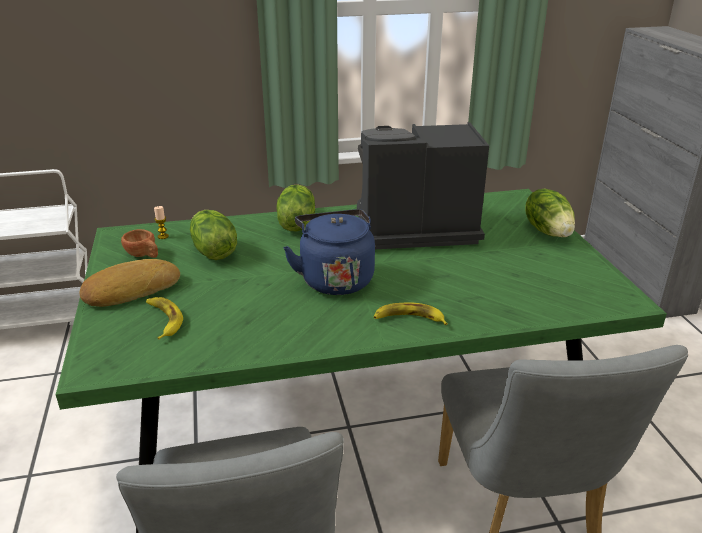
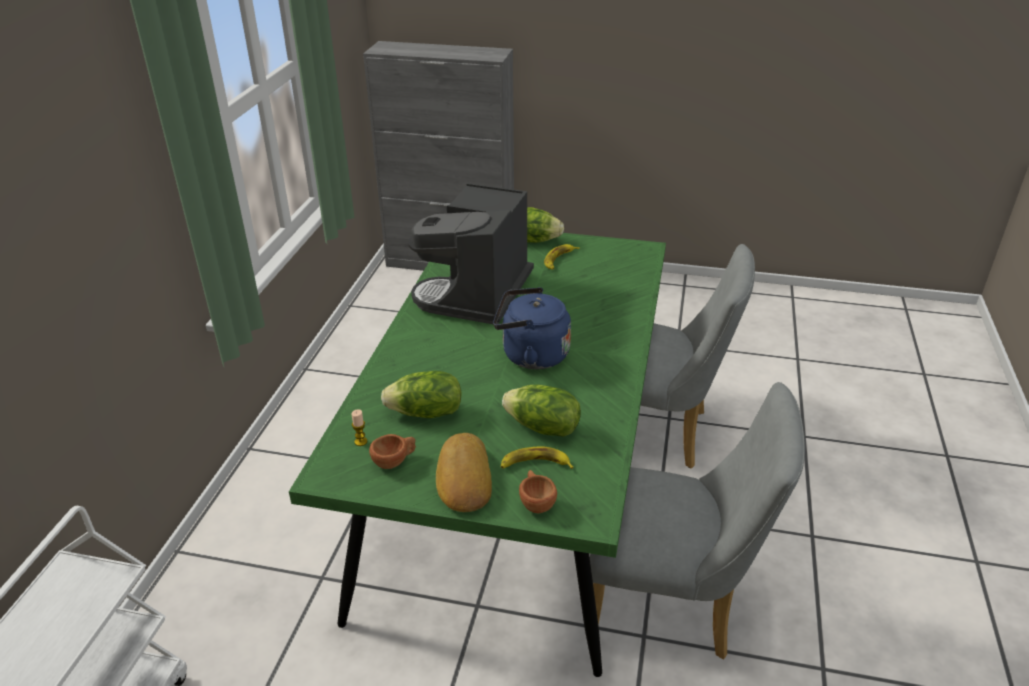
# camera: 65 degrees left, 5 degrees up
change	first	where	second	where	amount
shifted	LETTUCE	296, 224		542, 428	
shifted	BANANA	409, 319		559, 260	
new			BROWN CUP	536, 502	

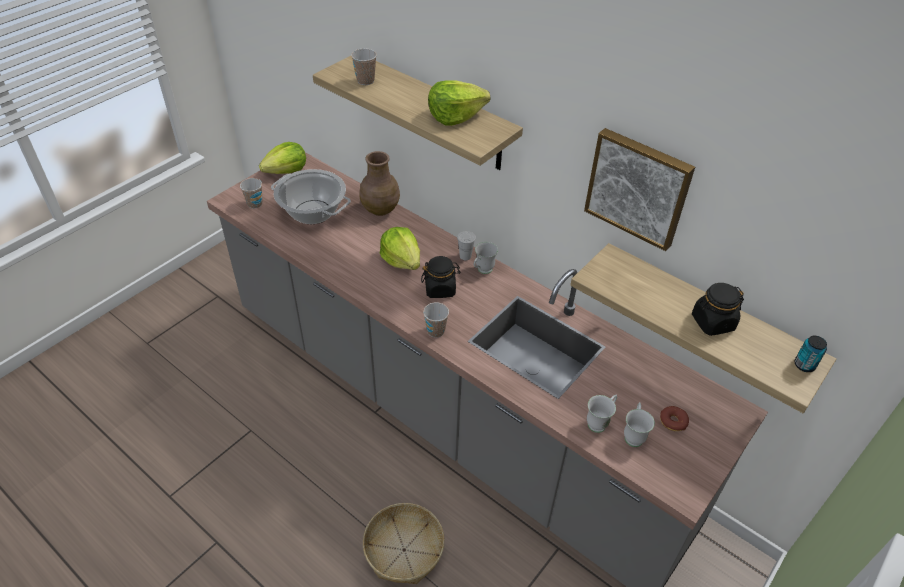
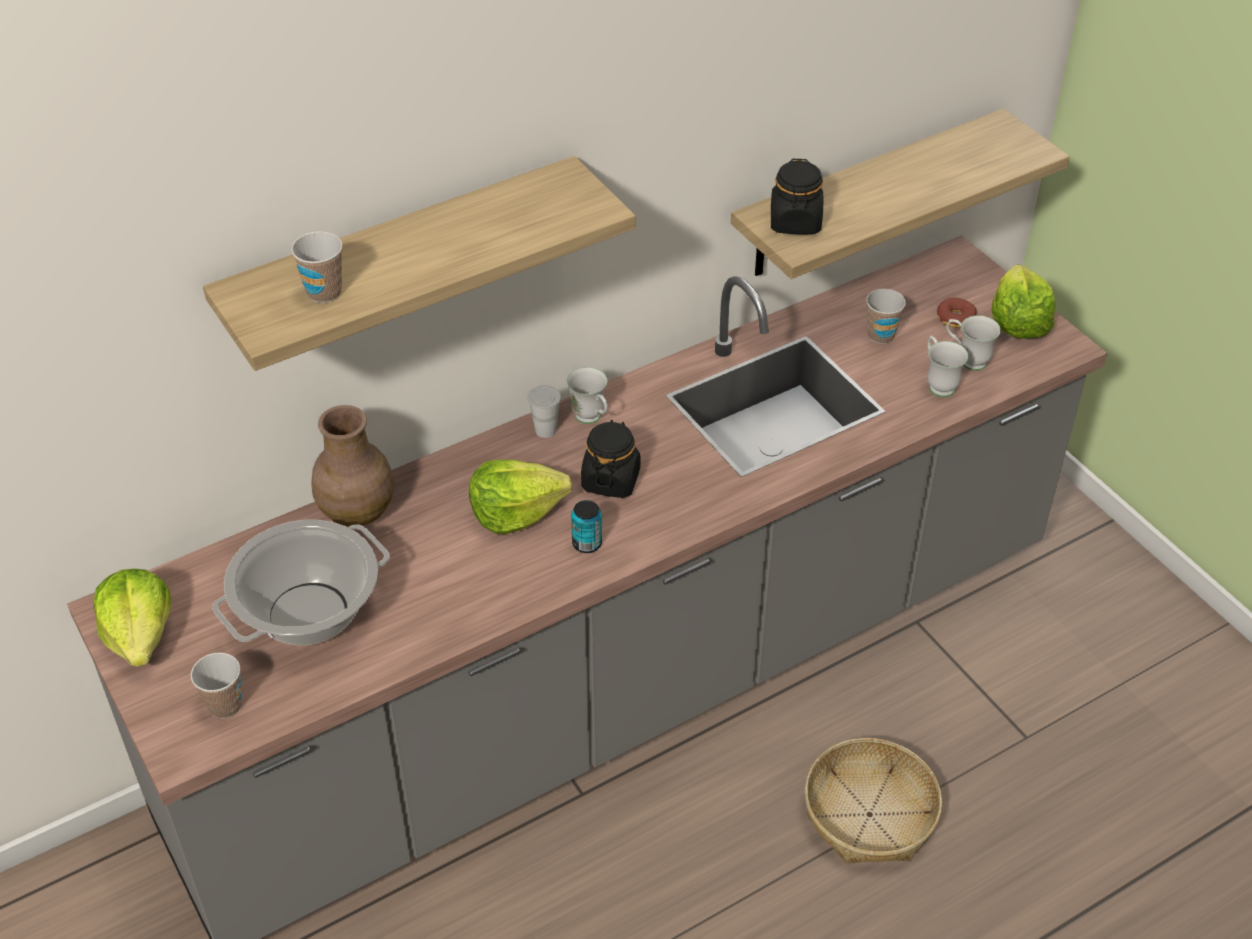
# camera: 70 degrees left, 0 degrees up
change	first	where	second	where	amount
shifted	LETTUCE	455, 116		1017, 321	
gone	PICTURE	638, 187			
shifted	BLACK JAR	712, 322		795, 222	
shifted	CUP	436, 331		880, 335	
shifted	CAN	804, 365		587, 544	

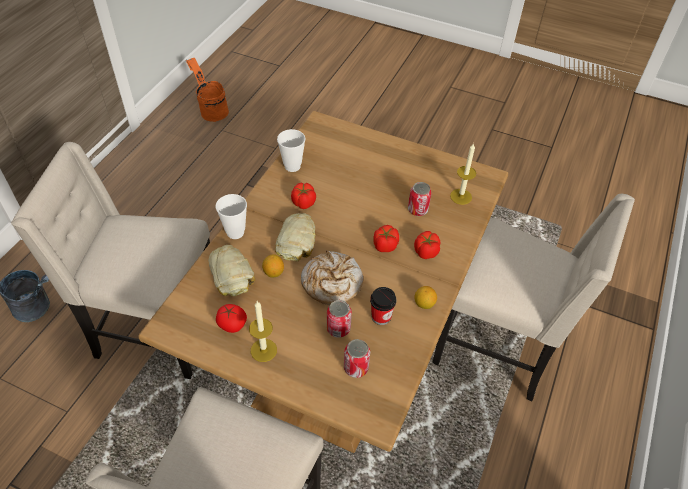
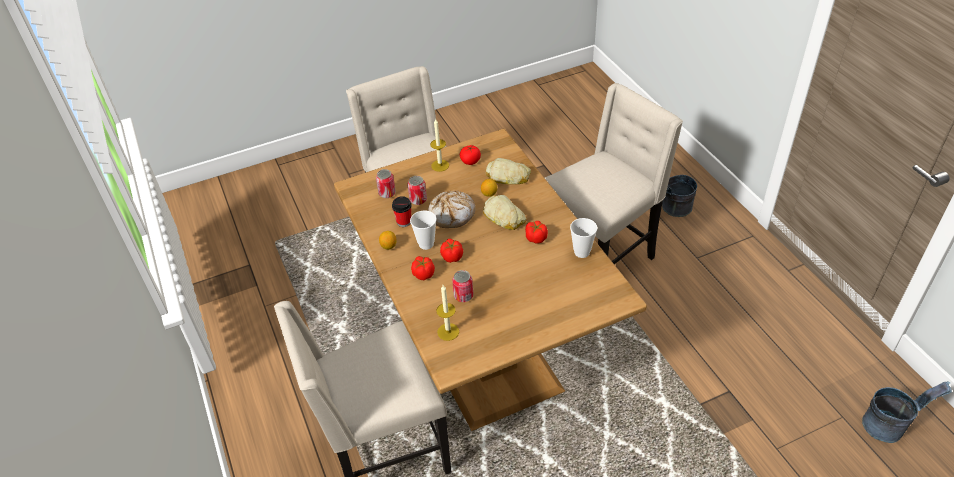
# camera: 135 degrees right, 5 degrees down
change	first	where	second	where	amount
repainted	ORANGE BUCKET	211, 110	GREY BUCKET	890, 425	
shifted	CUP	235, 232		426, 244	

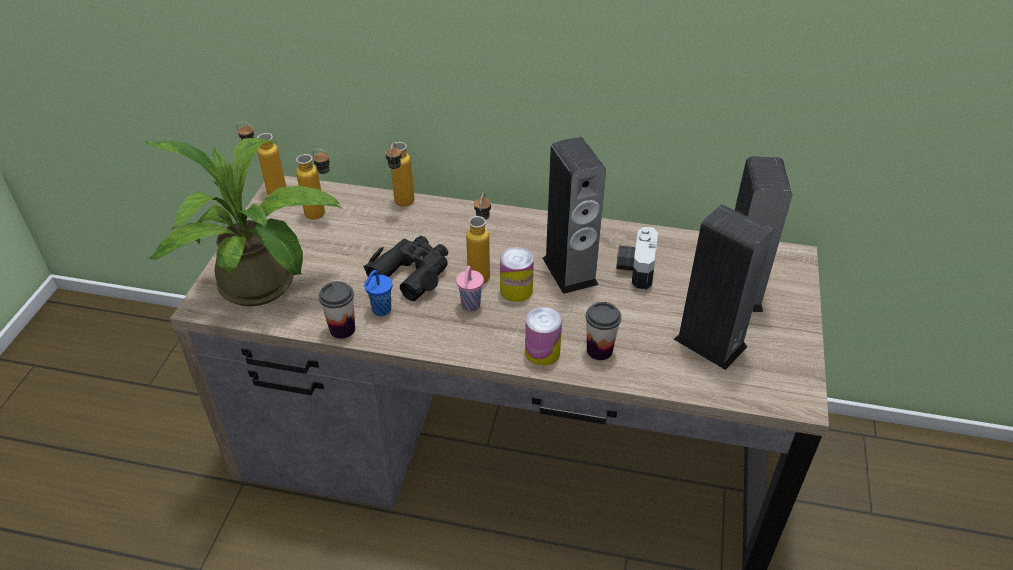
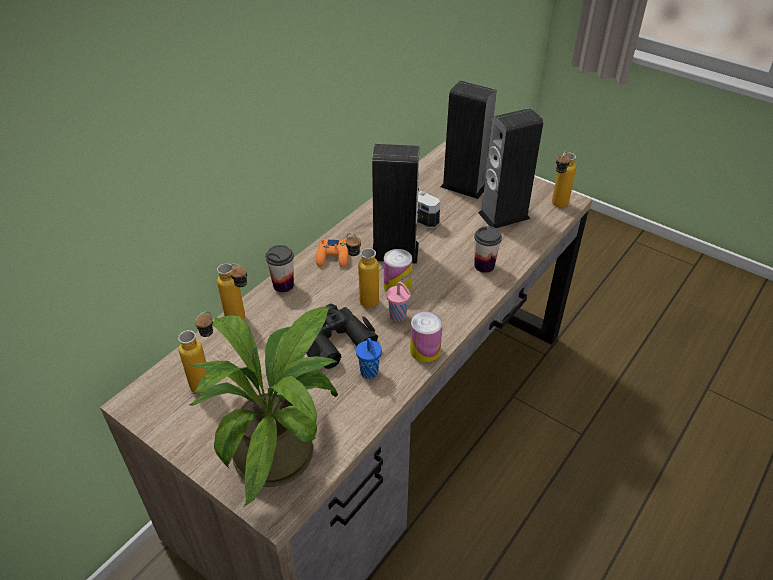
# camera: 65 degrees left, 0 degrees up
change	first	where	second	where	amount
shifted	BOTTLE	269, 191		556, 206	
shifted	CUP	342, 329		283, 285	
shifted	CAN	542, 352		425, 350	
new			ORANGE GAME CONTROLLER	333, 257	

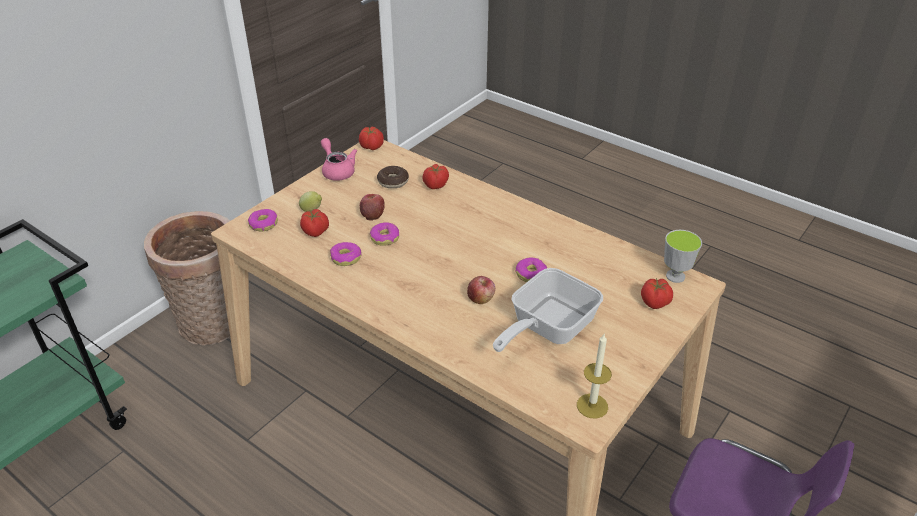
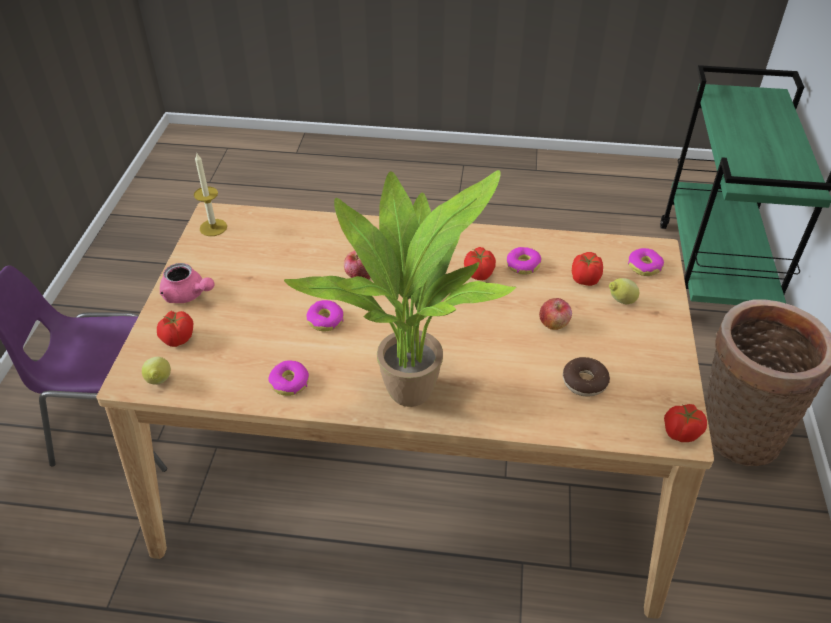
# camera: 150 degrees right, 5 degrees up
change	first	where	second	where	amount
shifted	PINK TEAPOT	337, 170		188, 295	
shifted	TOMATO	435, 185		479, 274	
shifted	DONUT	385, 238		289, 383	
swapped	CUP	675, 276	LEMON	159, 382	
gone	FRYING PAN	546, 328			
new			POTTED PLANT	408, 386	

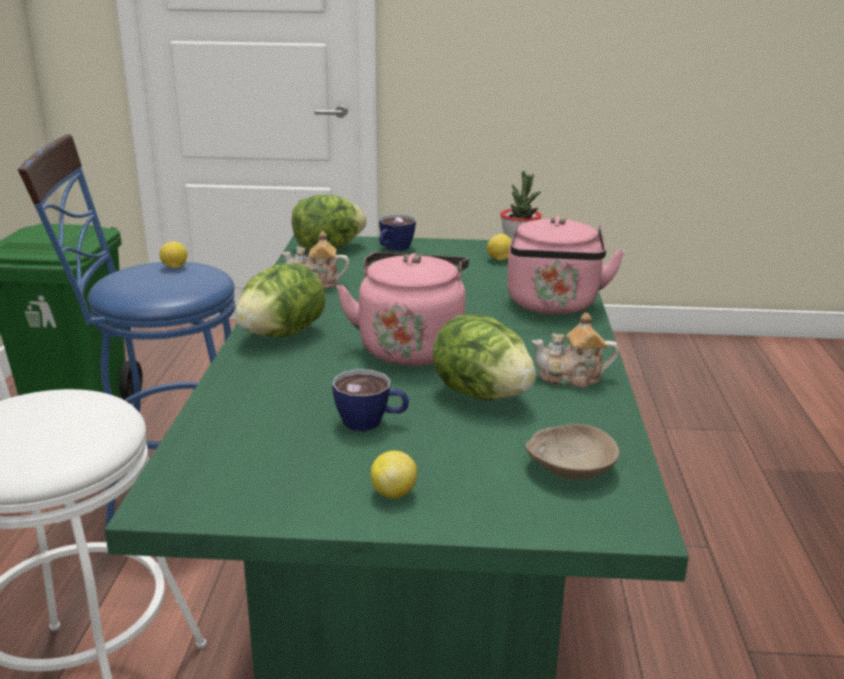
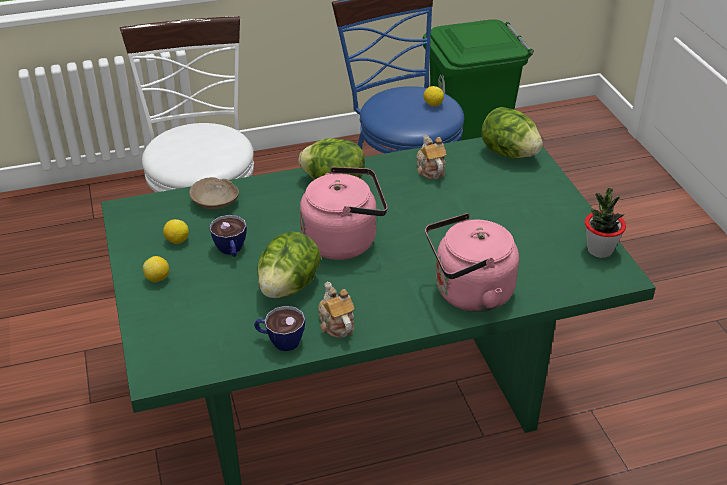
# camera: 70 degrees right, 15 degrees up
change	first	where	second	where	amount
shifted	CUP	394, 248		280, 341	
shifted	LEMON	500, 259		177, 241	
shifted	BEIGE BOWL	570, 467		215, 201	

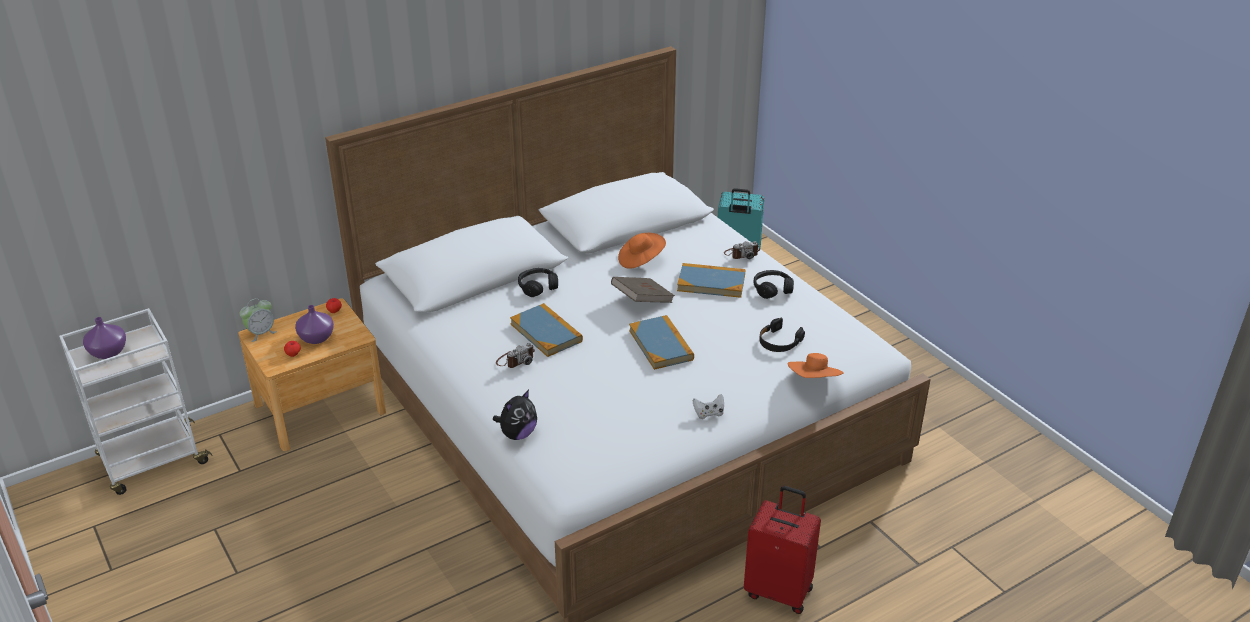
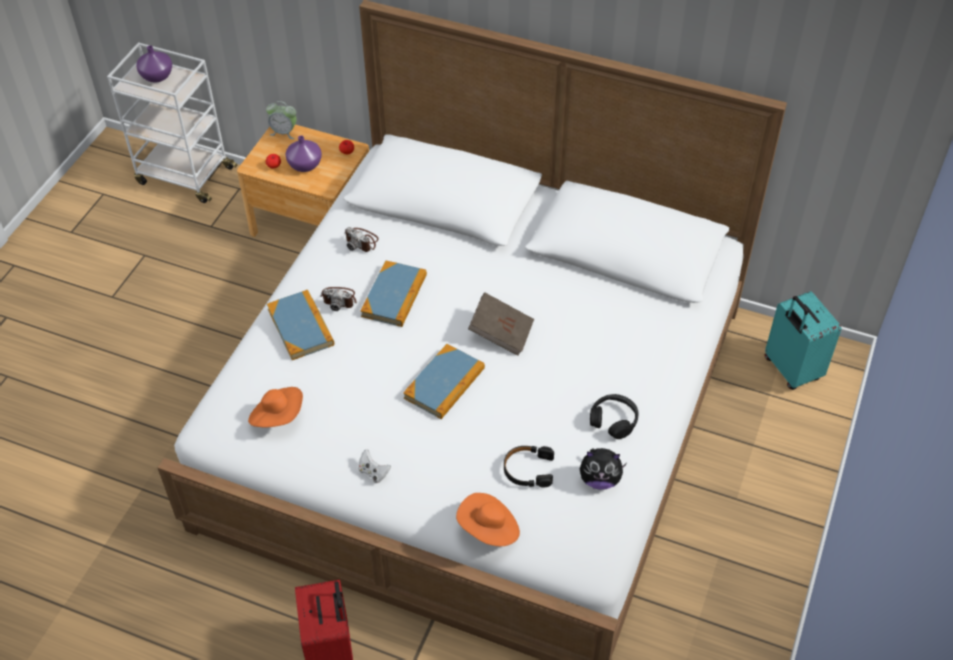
# camera: 55 degrees right, 15 degrees up
change	first	where	second	where	amount
shifted	ORANGE HAT	640, 260		278, 416	
shifted	PHOTO CAMERA	741, 254		362, 241	
shifted	BOOK	711, 283		301, 327	
gone	BLACK HEADPHONES	537, 287			
shifted	PLUSH TOY	517, 434		599, 479	

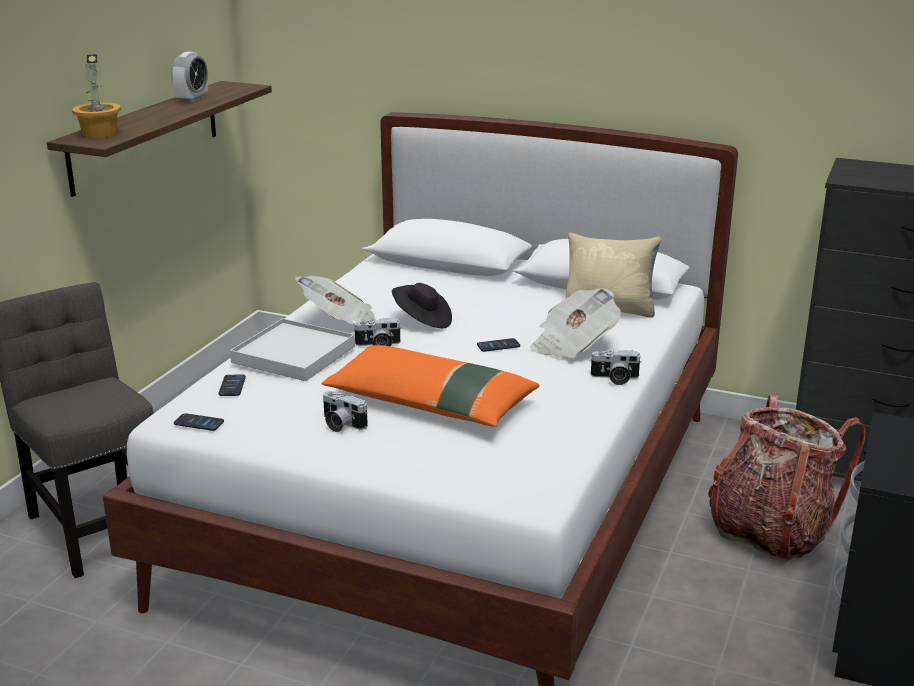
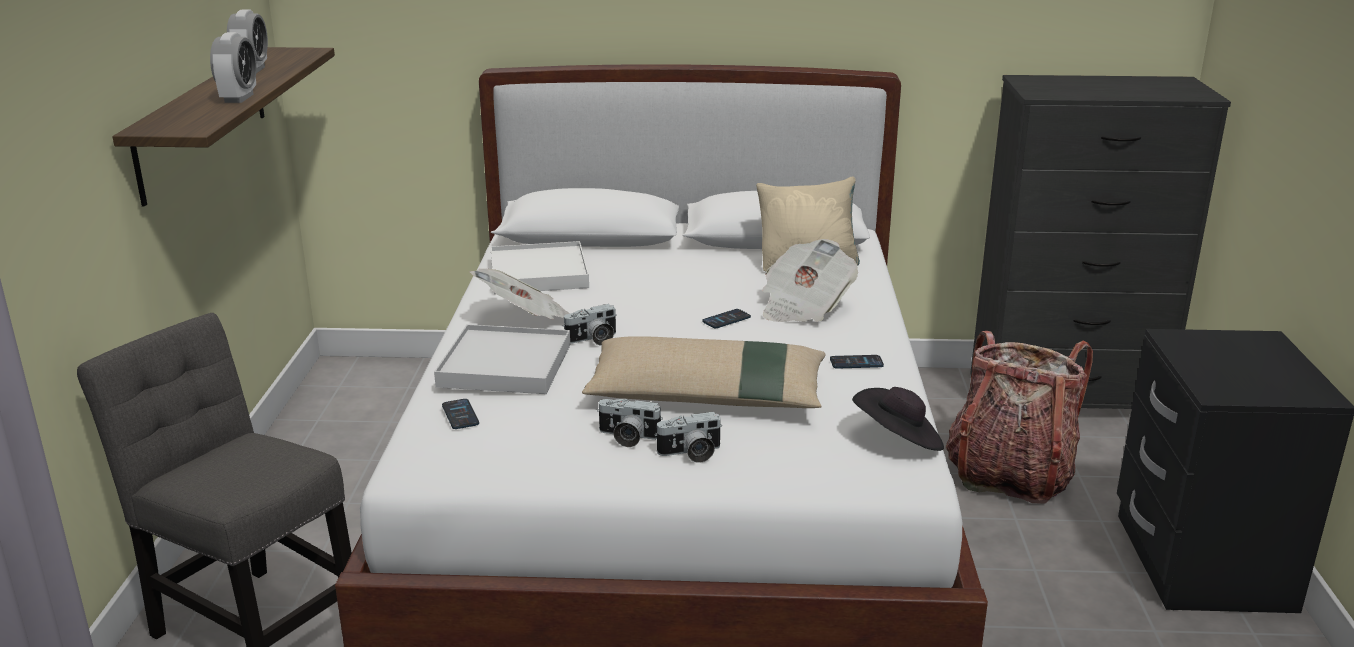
# camera: 20 degrees left, 0 degrees up
change	first	where	second	where	amount
gone	POTTED PLANT	99, 133			
shifted	BLACK HAT	422, 321		898, 441	
repainted	ORANGE PILLOW	430, 403	BEIGE PILLOW	707, 395	
shifted	PHOTO CAMERA	614, 378		691, 453	
shifted	PHONE	199, 423		856, 363	
new			ALARM CLOCK	239, 98	
new			WHITE TRAY	538, 273	

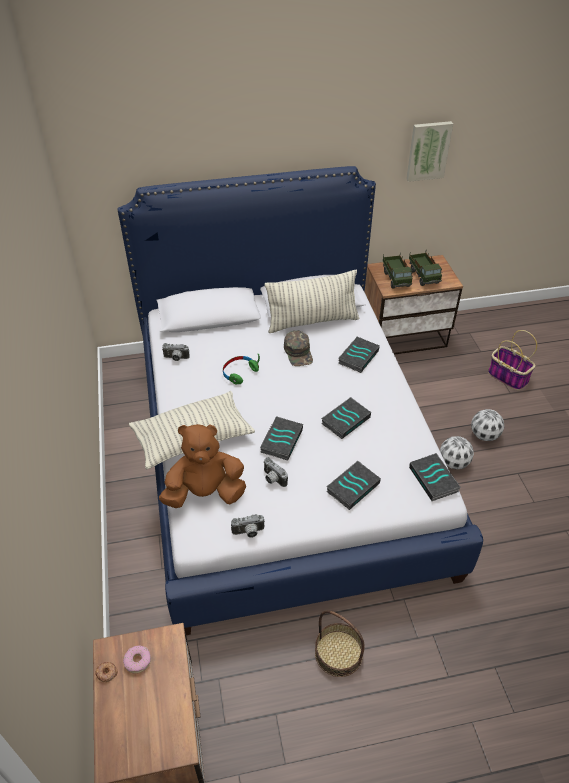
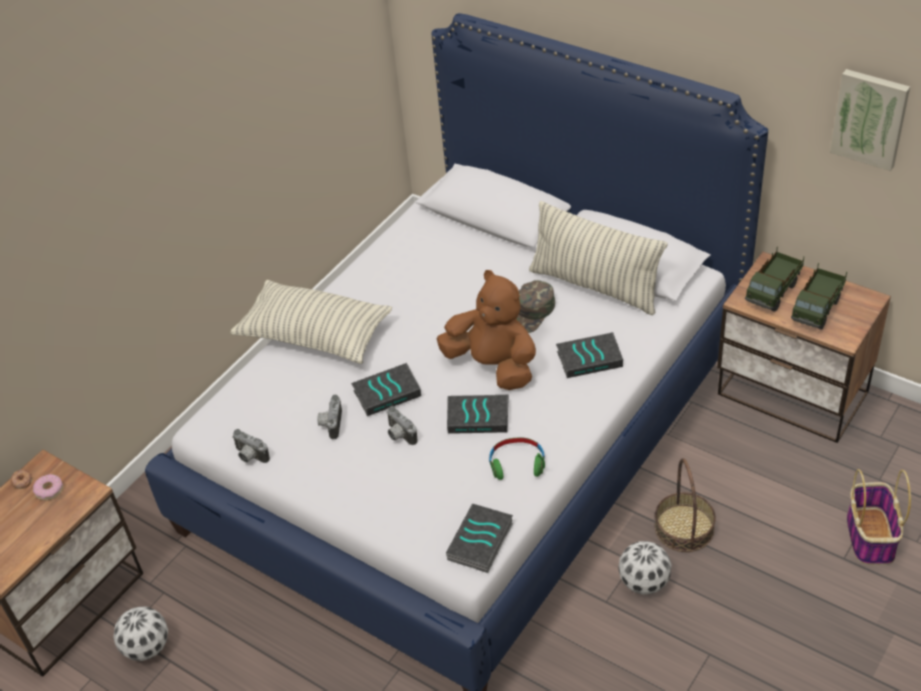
# camera: 50 degrees right, 0 degrees up
change	first	where	second	where	amount
shifted	PHOTO CAMERA	176, 358		399, 435	
shifted	GREEN HEADPHONES	239, 372		517, 463	
shifted	FOOTBALL	484, 435		148, 647	
shifted	BROWN PLUSH TOY	205, 493		493, 365	
gone	BOOK	352, 486			
shifted	BASKET	338, 653		684, 528	

